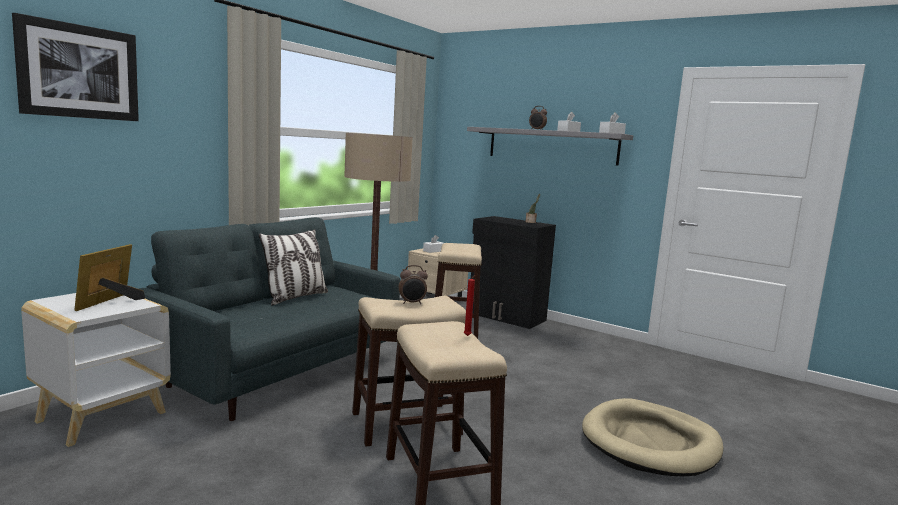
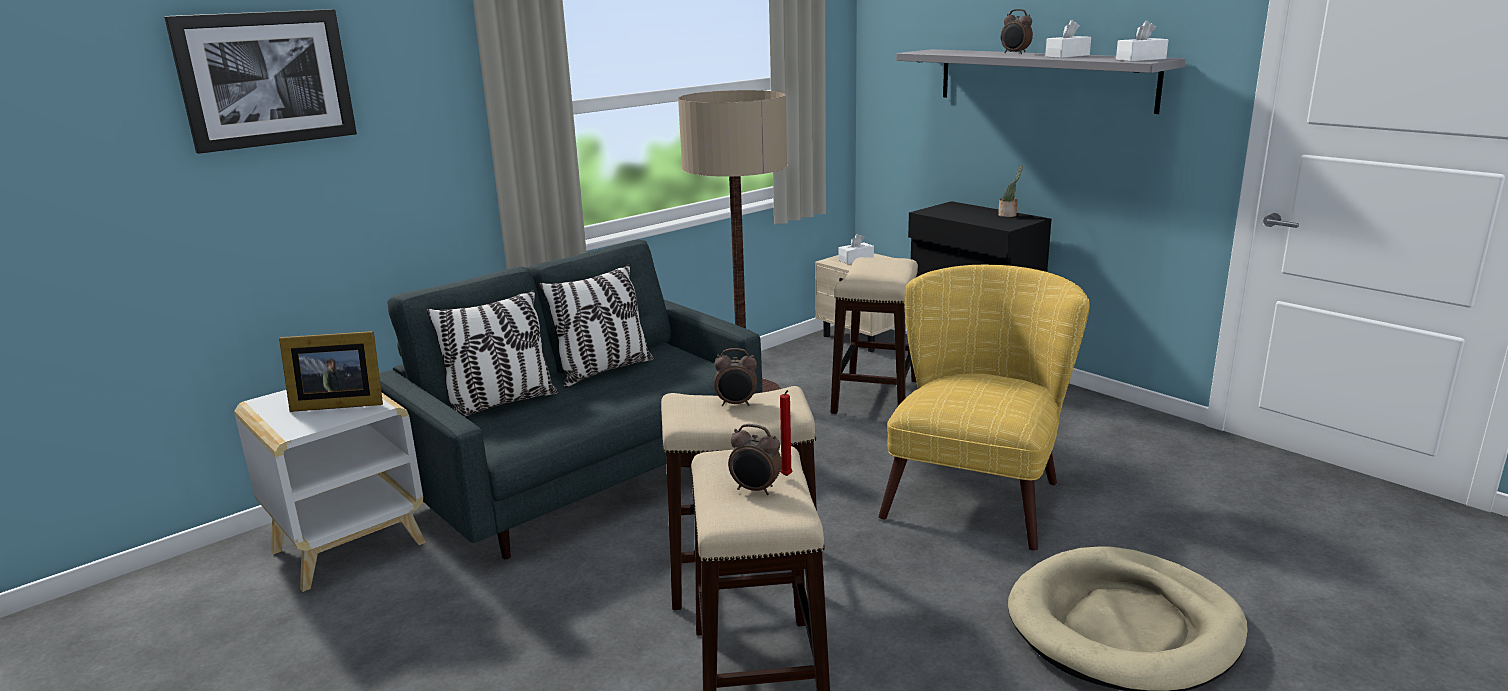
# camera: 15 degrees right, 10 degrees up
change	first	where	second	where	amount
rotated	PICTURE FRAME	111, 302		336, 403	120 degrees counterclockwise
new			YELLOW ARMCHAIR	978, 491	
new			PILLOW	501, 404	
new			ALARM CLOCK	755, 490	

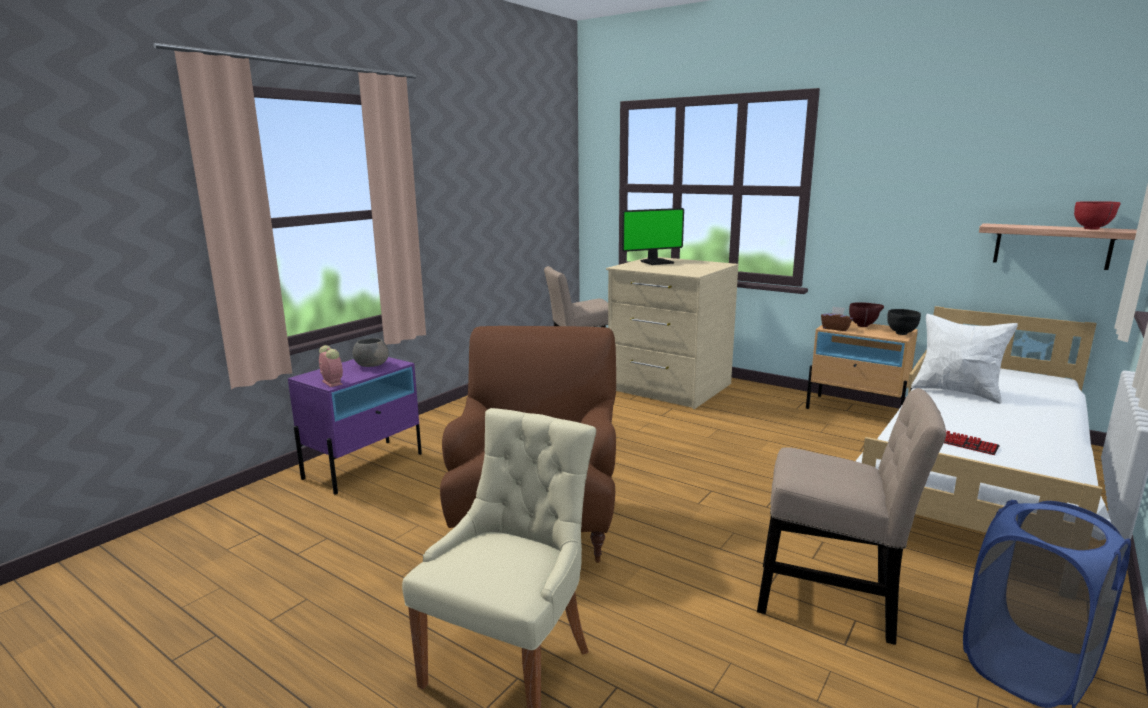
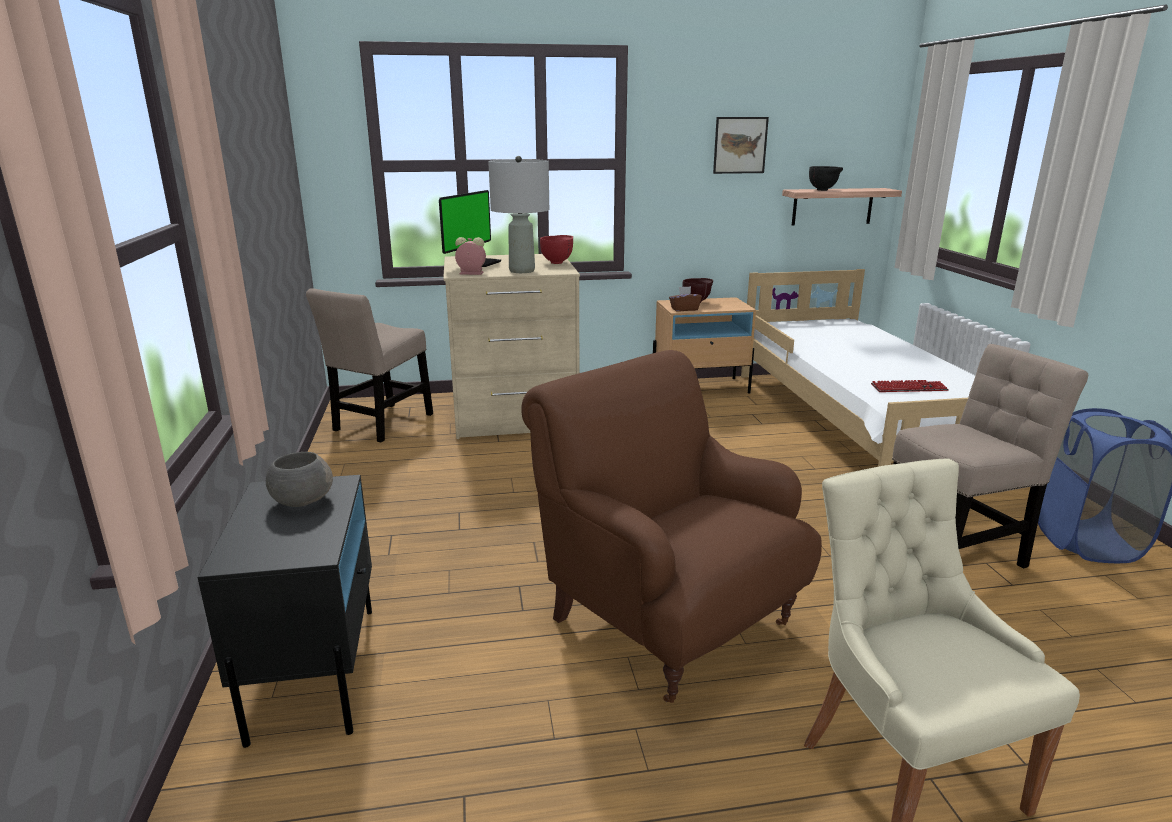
# camera: 45 degrees left, 5 degrees up
change	first	where	second	where	amount
shifted	RED BOWL	1093, 228		558, 262	
shifted	BLACK BOWL	902, 334		823, 190	
gone	WHITE PILLOW	956, 392			
shifted	ALARM CLOCK	331, 382		470, 273	
repainted	PURPLE NIGHTSTAND	364, 465	BLACK NIGHTSTAND	315, 670	
new			PICTURE	740, 145	
new			GREY TABLE LAMP	521, 271	

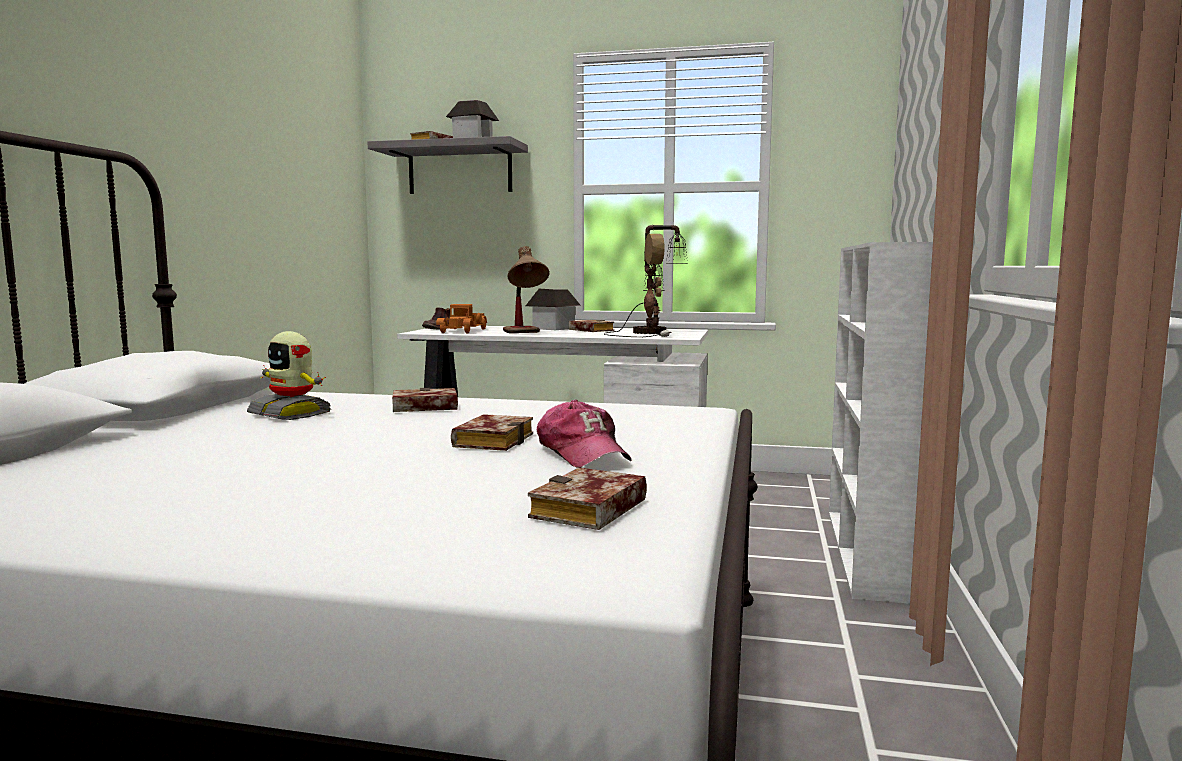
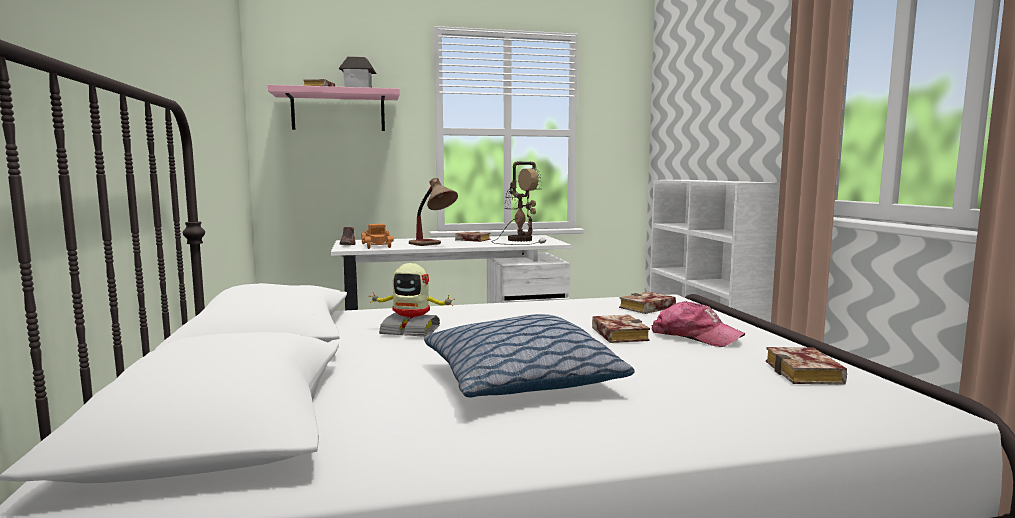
# camera: 25 degrees left, 0 degrees up
change	first	where	second	where	amount
repainted	GREY SHELF	460, 170	PINK SHELF	338, 111	
gone	TOY HOUSE	553, 328			
shifted	BOOK	422, 408		647, 309	
new			PILLOW	521, 381	

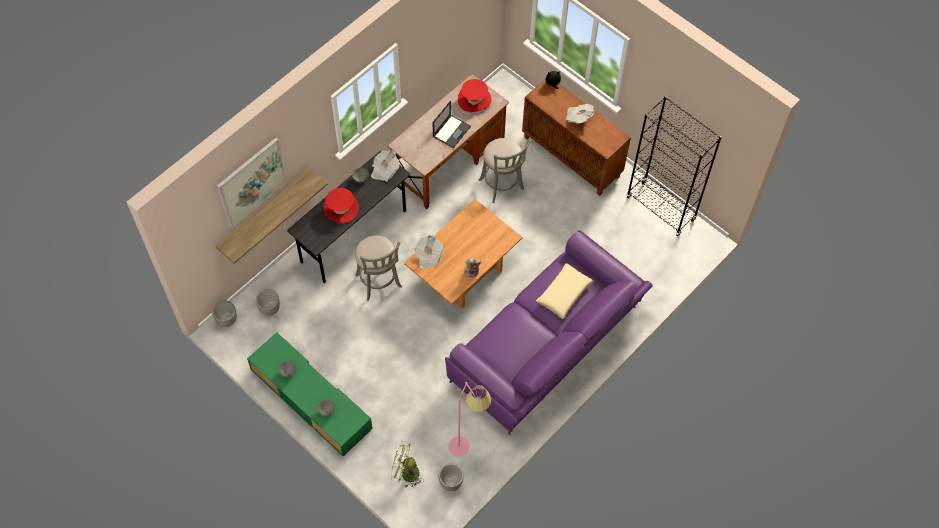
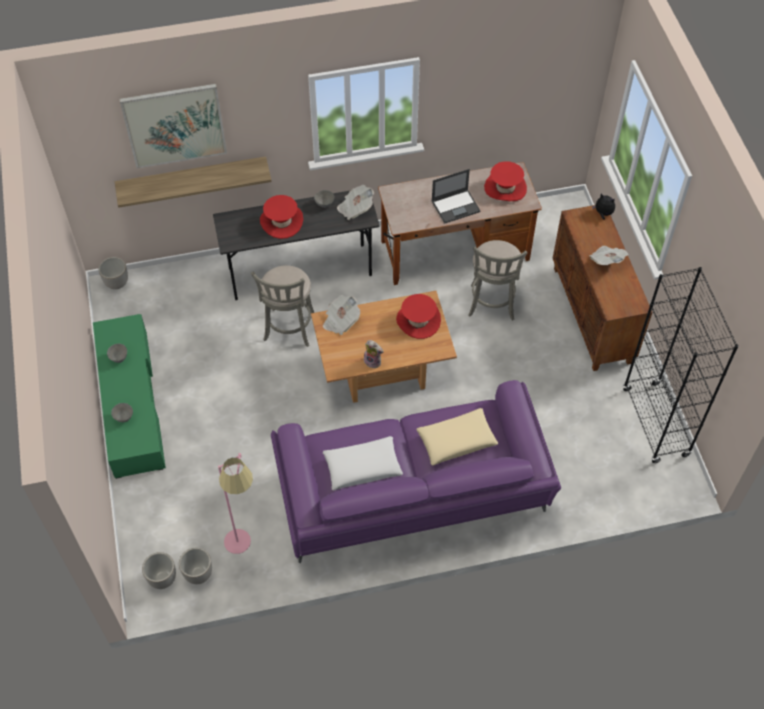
# camera: 35 degrees right, 5 degrees down
change	first	where	second	where	amount
shifted	PLANTER	269, 309		163, 578	
gone	GREEN FAN	405, 473			
new			RED HAT	418, 321	
new			WHITE PILLOW	362, 467	

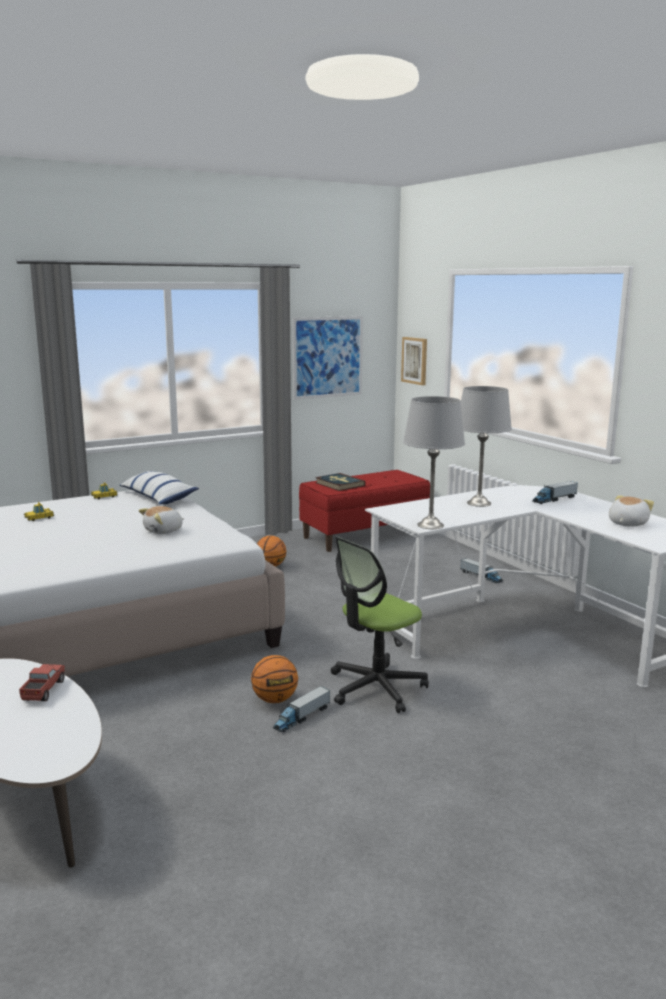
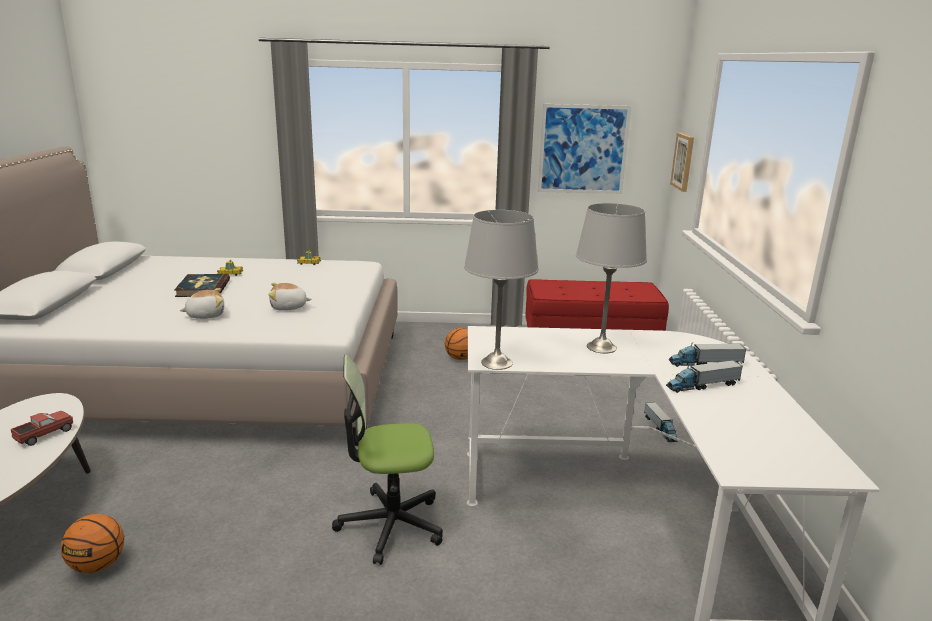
# camera: 30 degrees right, 5 degrees up
change	first	where	second	where	amount
gone	PILLOW	158, 497			
shifted	BOOK	339, 484		202, 288	
shifted	PLUSH TOY	626, 523		205, 315	
shifted	BASKETBALL	275, 699		98, 565	
shifted	TOY TRUCK	302, 717		702, 385	

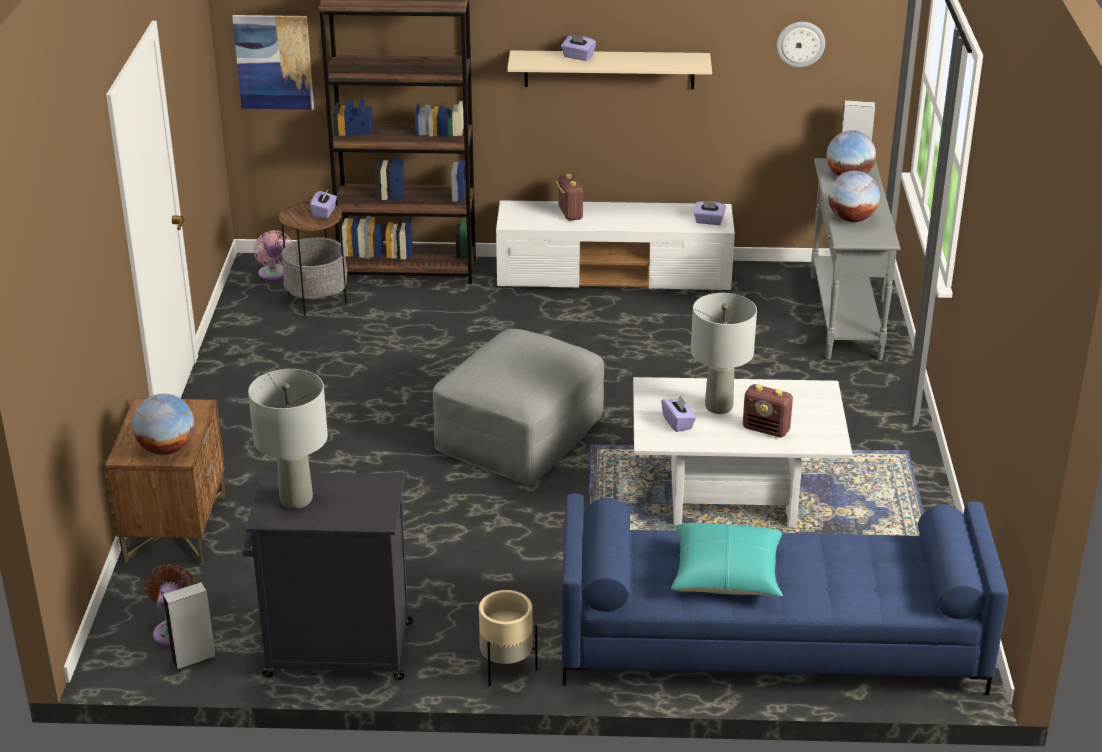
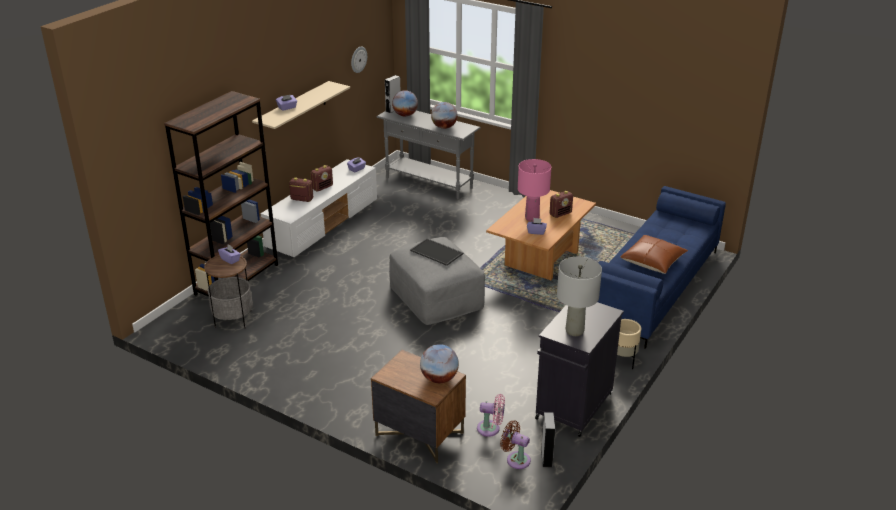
# camera: 60 degrees left, 0 degrees up
change	first	where	second	where	amount
gone	PICTURE	274, 62			
shifted	PINK FAN	273, 274		491, 429	
repainted	GREY TABLE LAMP	718, 407	PINK TABLE LAMP	532, 218	
repainted	WHITE COFFEE TABLE	733, 493	BROWN COFFEE TABLE	540, 258	
repainted	TURQUOISE PILLOW	726, 574	BROWN PILLOW	653, 261	
new			RADIO	322, 187	
new			TRAY	437, 252	

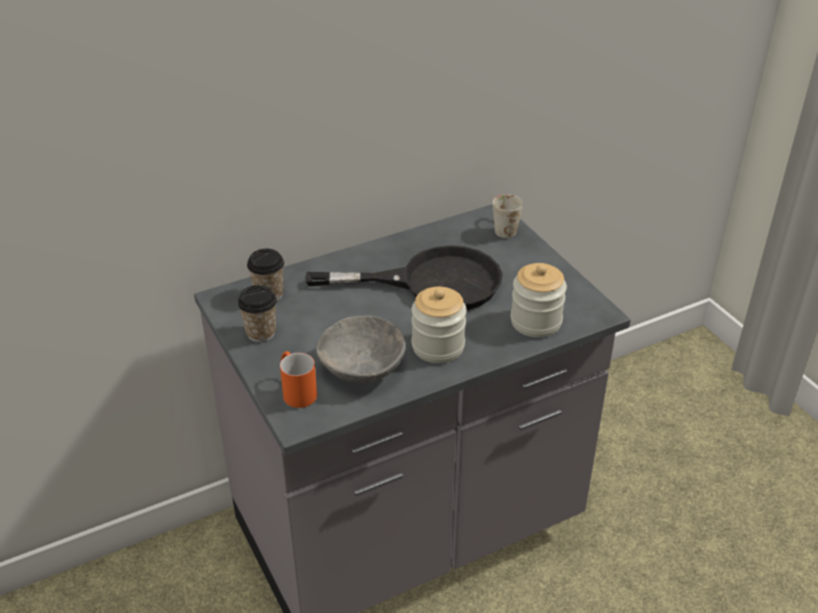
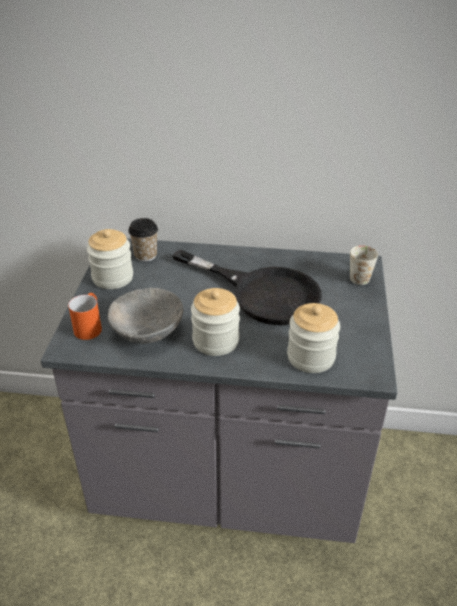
# camera: 35 degrees right, 0 degrees up
change	first	where	second	where	amount
swapped	CUP	261, 332	JAR	113, 277	

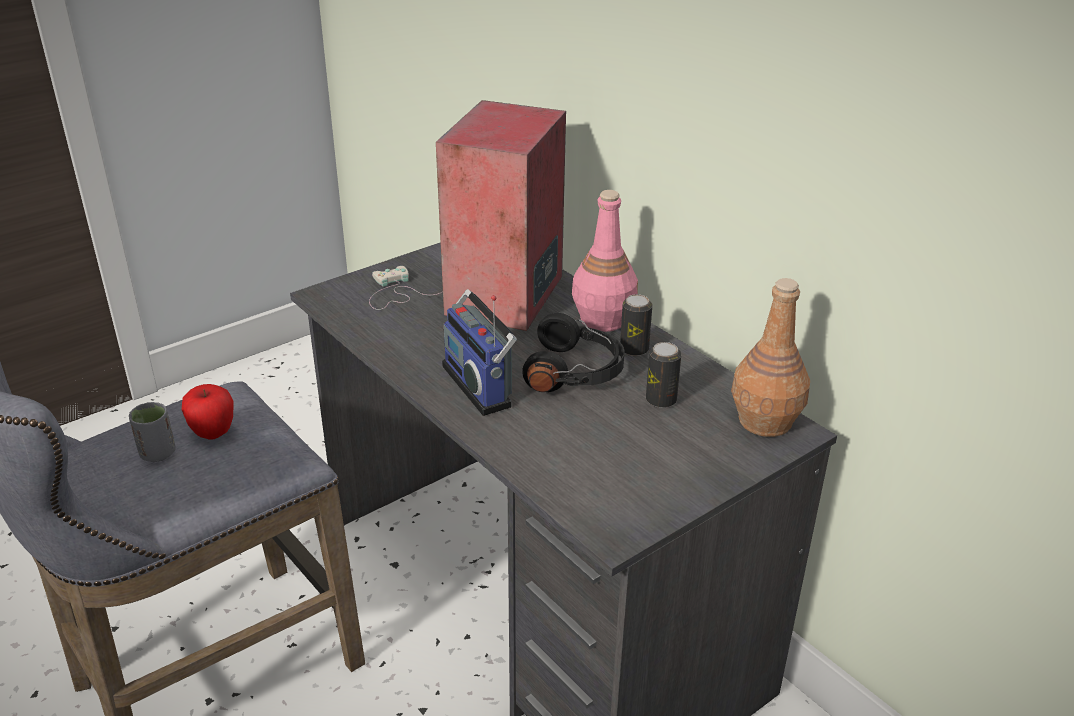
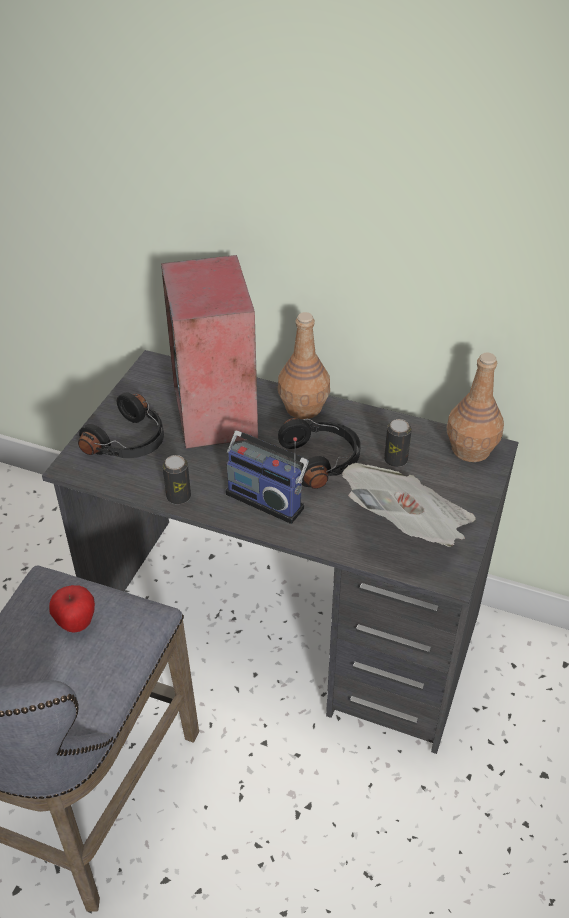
# camera: 30 degrees left, 10 degrees up
change	first	where	second	where	amount
repainted	PINK BOTTLE	603, 319	BROWN BOTTLE	303, 407	
swapped	WHITE GAME CONTROLLER	396, 293	BLACK HEADPHONES	129, 442	
shifted	CAN	634, 349		178, 496	
gone	GREY CUP	157, 453			
new			NEWSPAPER	408, 528	

